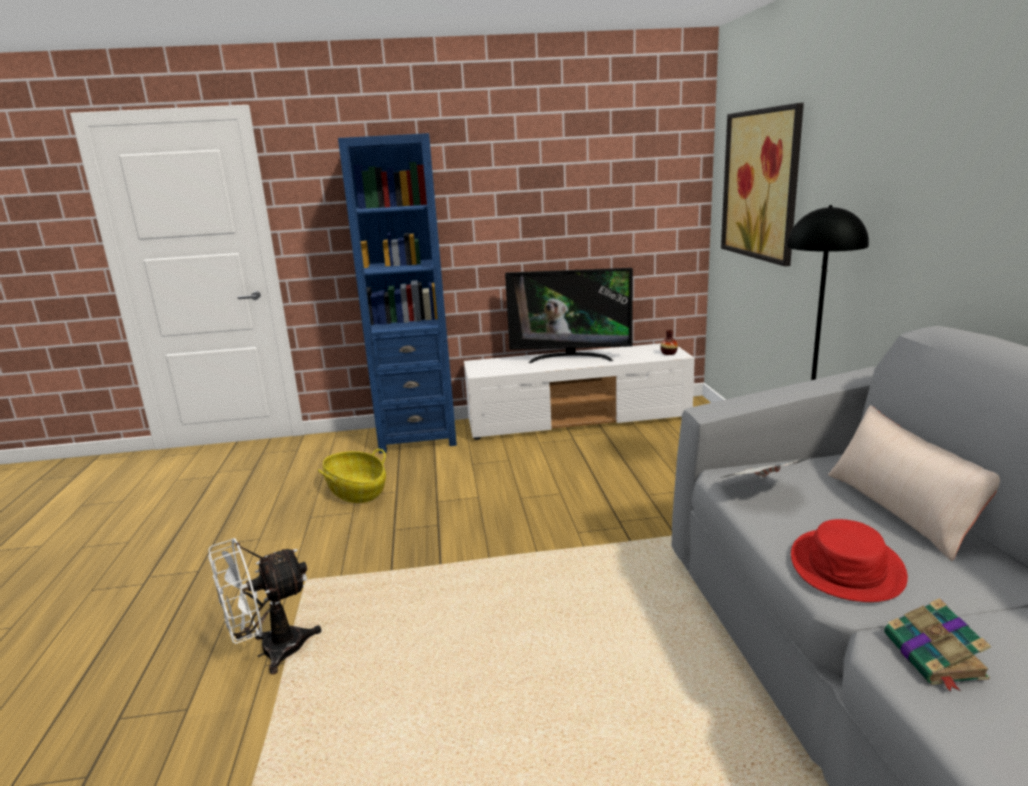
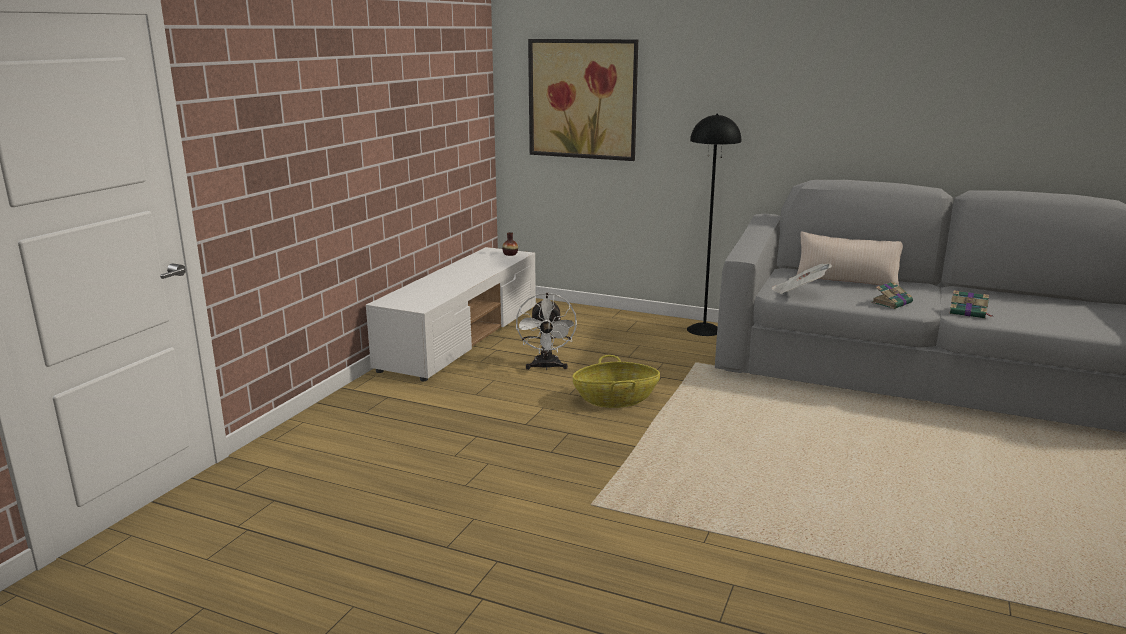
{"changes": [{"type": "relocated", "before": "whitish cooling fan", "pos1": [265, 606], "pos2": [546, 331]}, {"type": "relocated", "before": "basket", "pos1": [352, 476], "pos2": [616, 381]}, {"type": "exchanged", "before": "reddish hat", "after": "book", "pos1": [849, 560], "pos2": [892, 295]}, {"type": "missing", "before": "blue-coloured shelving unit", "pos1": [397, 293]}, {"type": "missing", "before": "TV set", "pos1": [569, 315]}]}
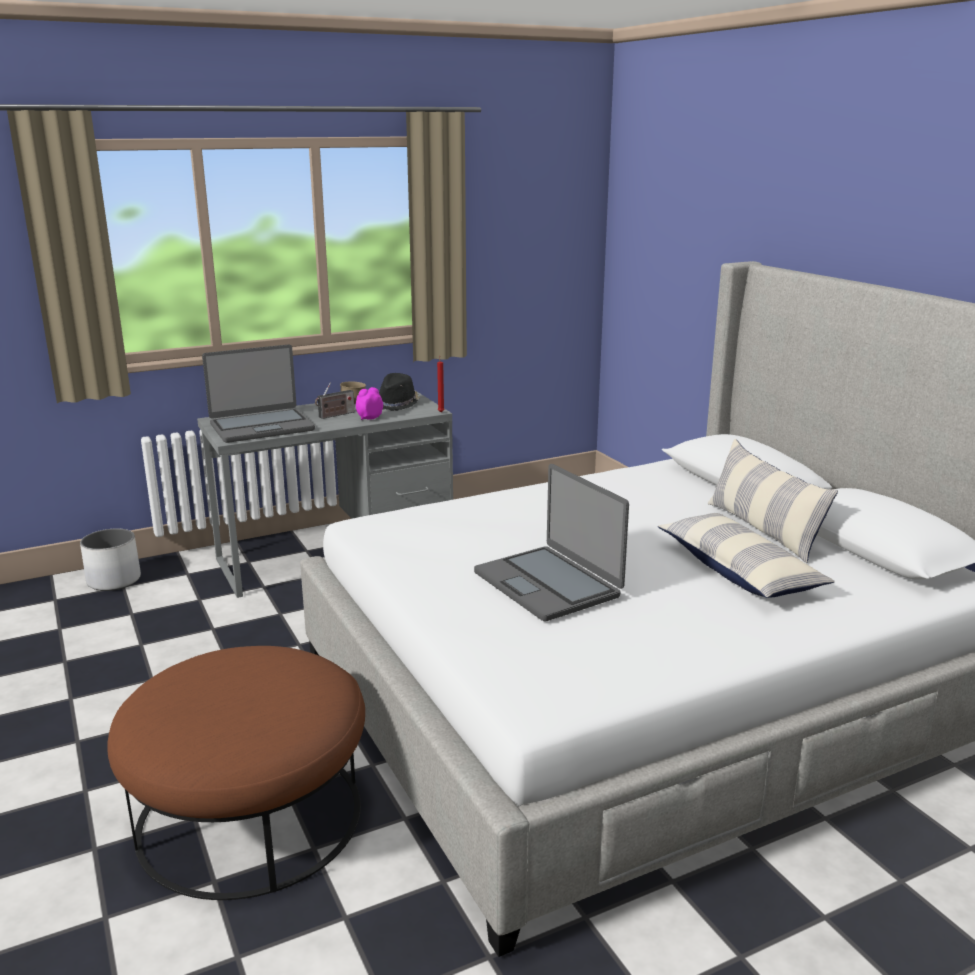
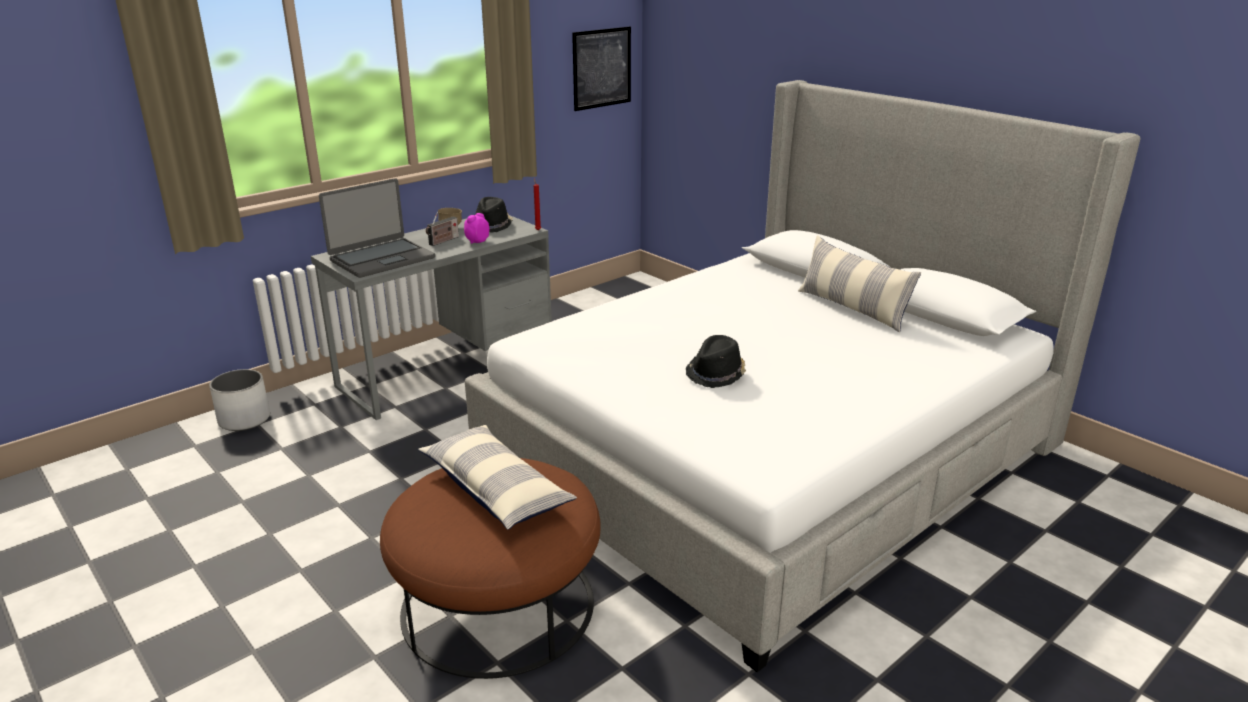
{"changes": [{"type": "relocated", "before": "pillow", "pos1": [746, 555], "pos2": [497, 477]}, {"type": "appeared", "after": "wall art", "pos2": [601, 69]}, {"type": "exchanged", "before": "laptop", "after": "black-coloured hat", "pos1": [551, 543], "pos2": [716, 361]}]}
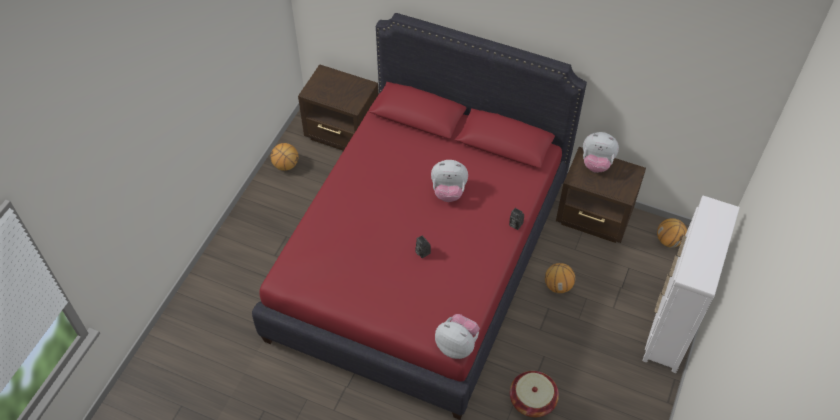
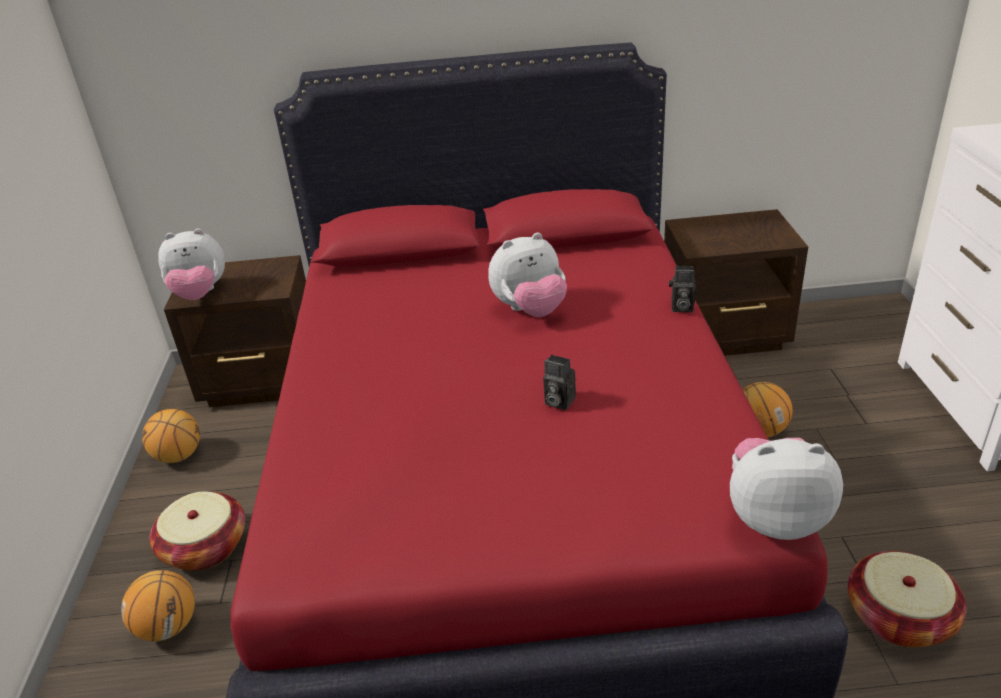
{"changes": [{"type": "relocated", "before": "basketball", "pos1": [672, 233], "pos2": [158, 606]}, {"type": "appeared", "after": "basket", "pos2": [197, 531]}, {"type": "relocated", "before": "cuddly toy", "pos1": [601, 152], "pos2": [191, 264]}]}
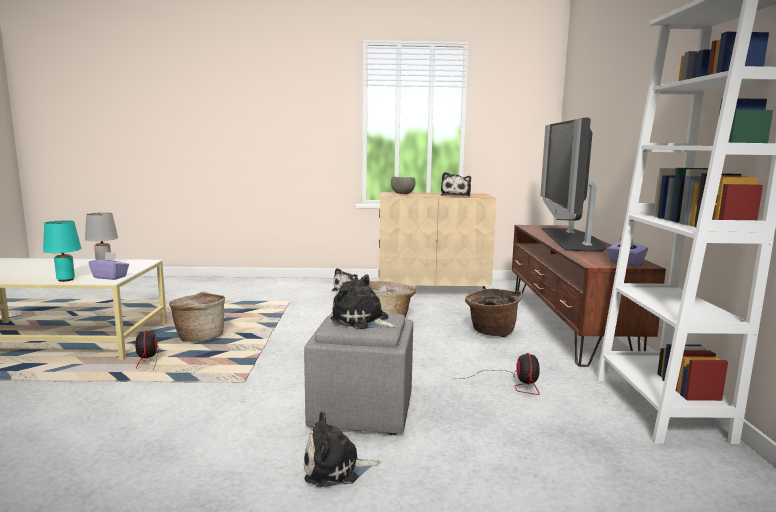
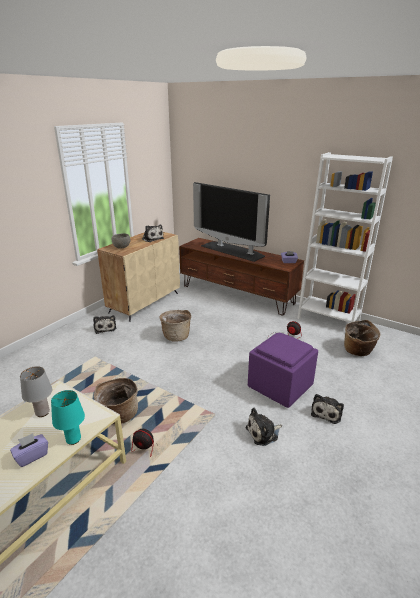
{"changes": [{"type": "relocated", "before": "purplish tissue box", "pos1": [109, 266], "pos2": [29, 450]}, {"type": "relocated", "before": "cuddly toy", "pos1": [364, 301], "pos2": [263, 427]}, {"type": "colour", "before": "greyish footrest", "after": "purplish footrest", "pos1": [358, 373], "pos2": [283, 370]}, {"type": "relocated", "before": "basket", "pos1": [493, 313], "pos2": [362, 338]}]}
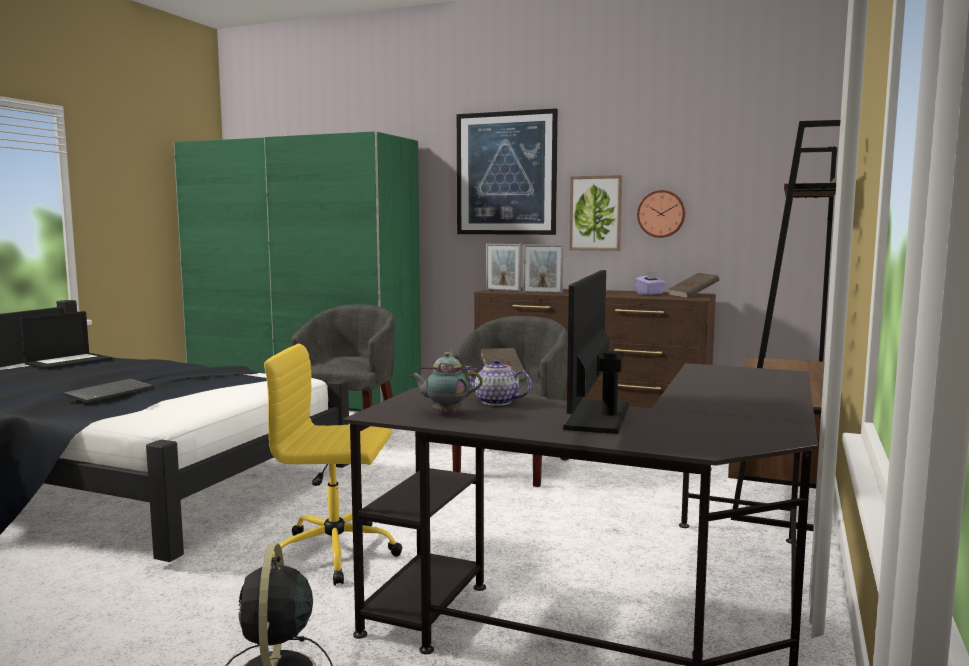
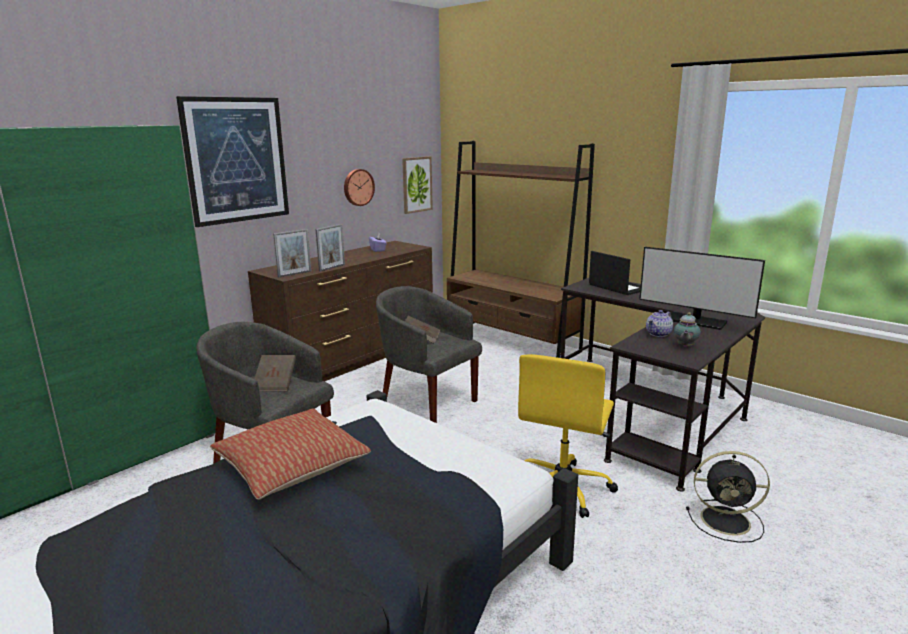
{"changes": [{"type": "appeared", "after": "pillow", "pos2": [290, 454]}, {"type": "relocated", "before": "brown book", "pos1": [693, 285], "pos2": [275, 373]}, {"type": "relocated", "before": "wall art", "pos1": [595, 213], "pos2": [417, 185]}, {"type": "relocated", "before": "laptop", "pos1": [66, 340], "pos2": [615, 273]}, {"type": "missing", "before": "computer keyboard", "pos1": [108, 391]}]}
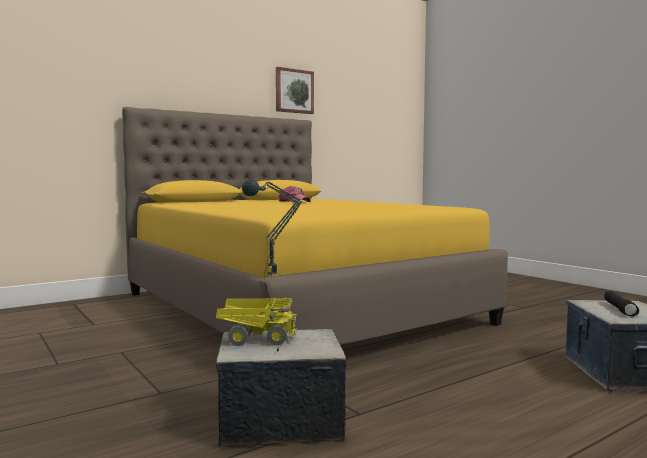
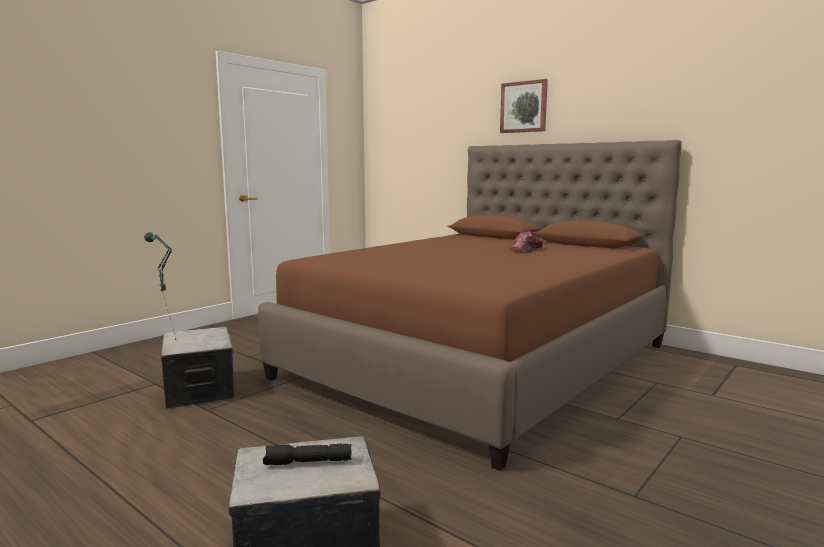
{"changes": [{"type": "colour", "before": "yellow-coloured bedroom bed", "after": "brown bedroom bed", "pos1": [315, 226], "pos2": [470, 305]}, {"type": "relocated", "before": "wall art", "pos1": [295, 90], "pos2": [524, 106]}, {"type": "missing", "before": "toy truck", "pos1": [256, 322]}]}
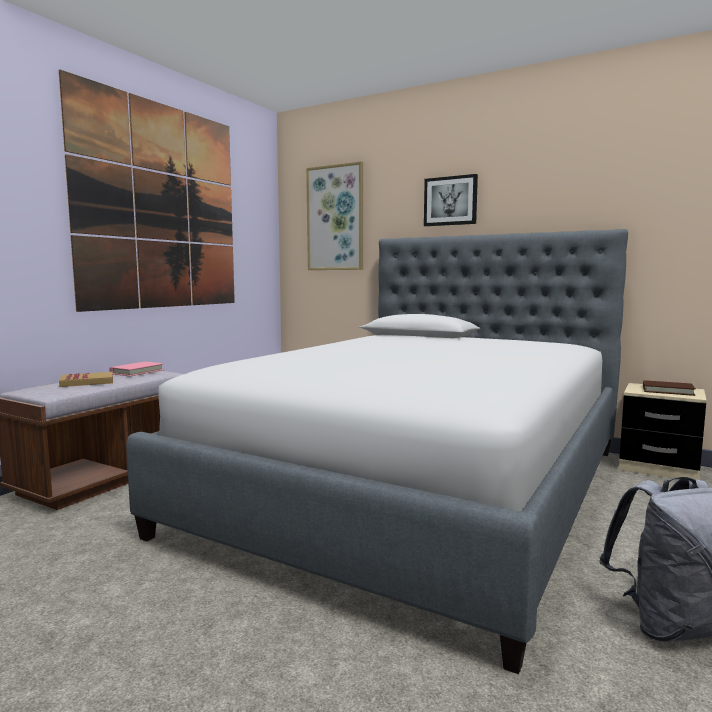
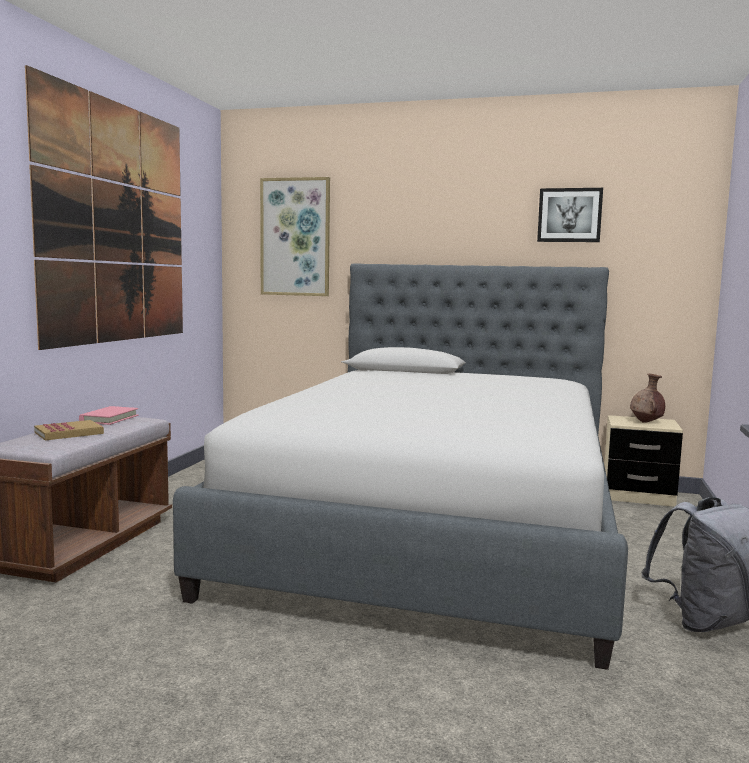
{"changes": [{"type": "relocated", "before": "wall art", "pos1": [451, 200], "pos2": [570, 215]}, {"type": "exchanged", "before": "brown book", "after": "brown decorative vase", "pos1": [669, 388], "pos2": [647, 398]}]}
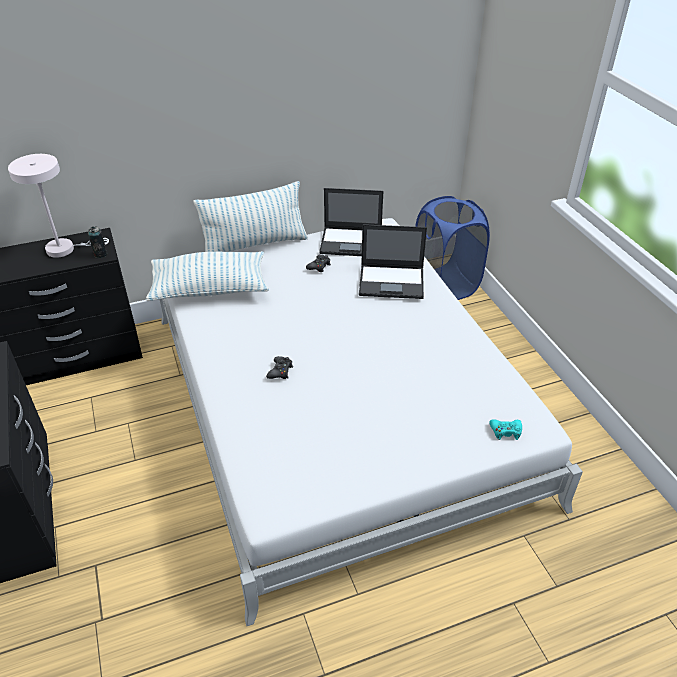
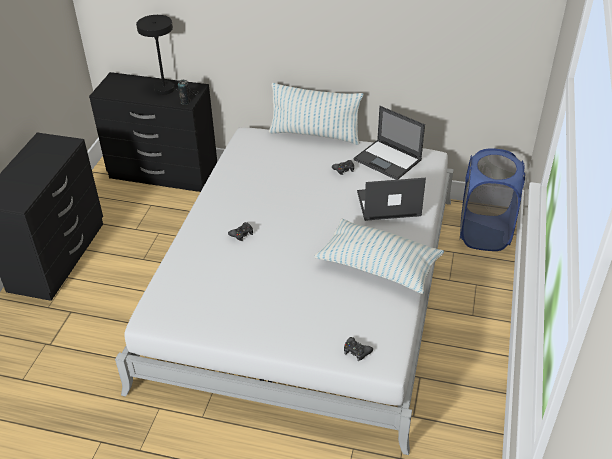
{"changes": [{"type": "colour", "before": "whitish table lamp", "after": "black-coloured table lamp", "pos1": [58, 206], "pos2": [167, 55]}, {"type": "relocated", "before": "pillow", "pos1": [207, 276], "pos2": [379, 256]}, {"type": "colour", "before": "blue-green game controller", "after": "black-coloured game controller", "pos1": [505, 429], "pos2": [358, 349]}, {"type": "spun", "before": "laptop", "pos1": [393, 261], "pos2": [391, 199], "turn": 135}]}
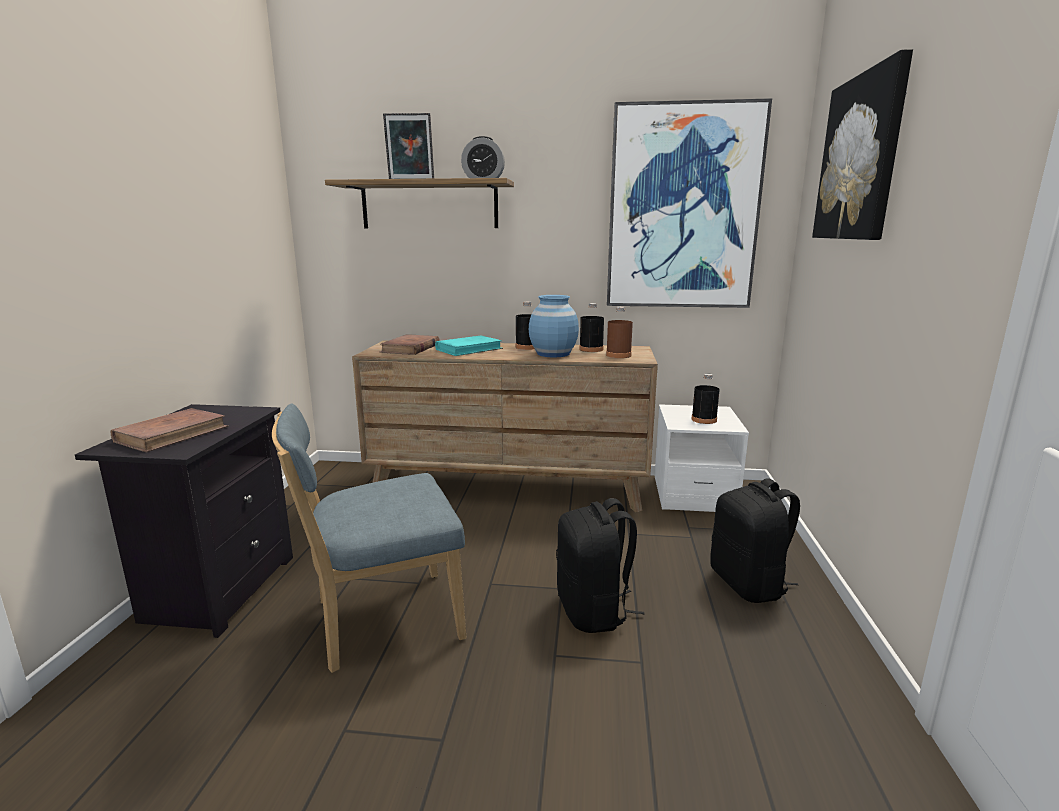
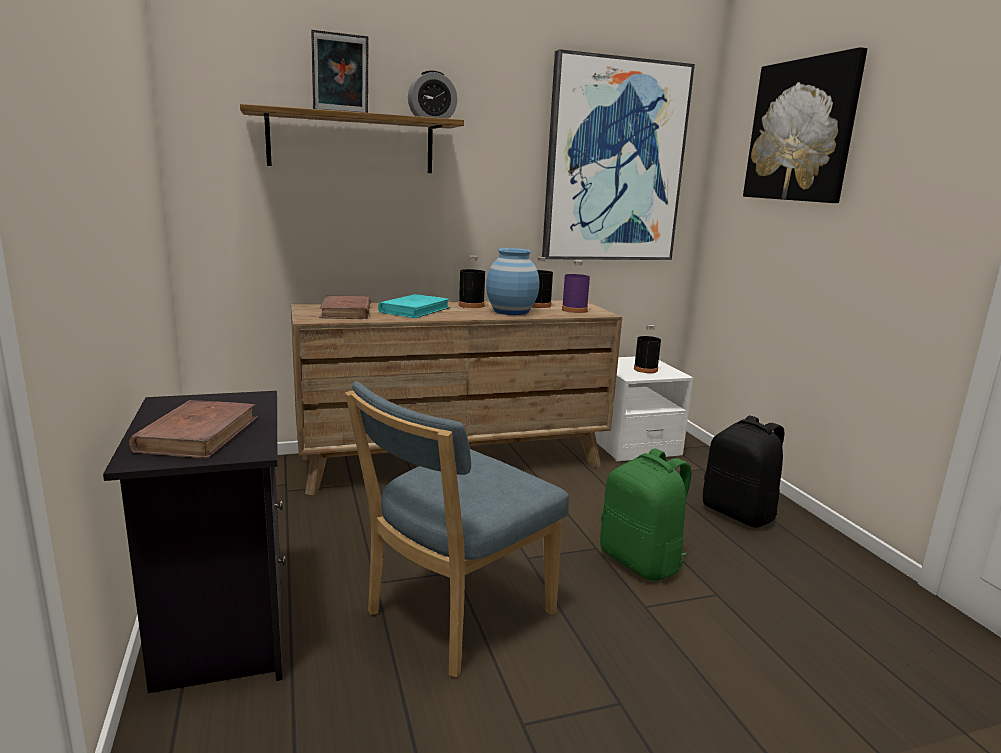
{"changes": [{"type": "colour", "before": "brown bottle", "after": "purplish bottle", "pos1": [619, 332], "pos2": [576, 286]}, {"type": "colour", "before": "black-coloured backpack", "after": "green backpack", "pos1": [600, 565], "pos2": [645, 514]}]}
